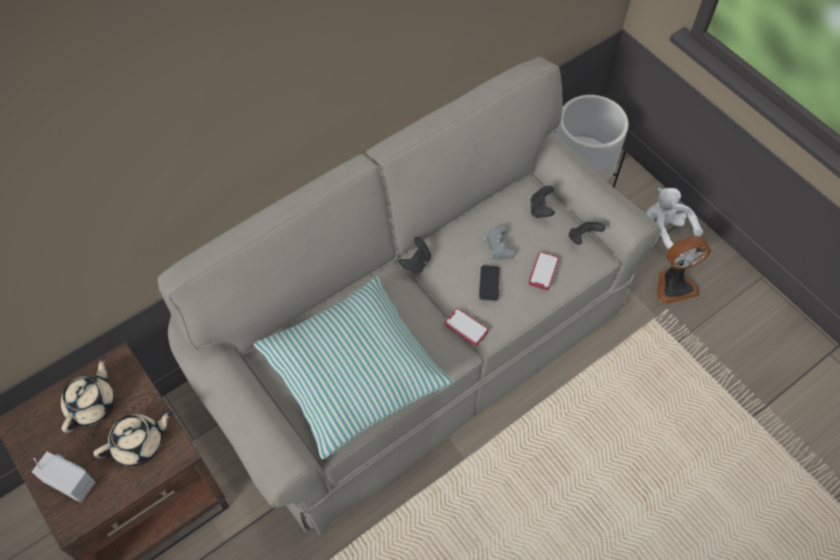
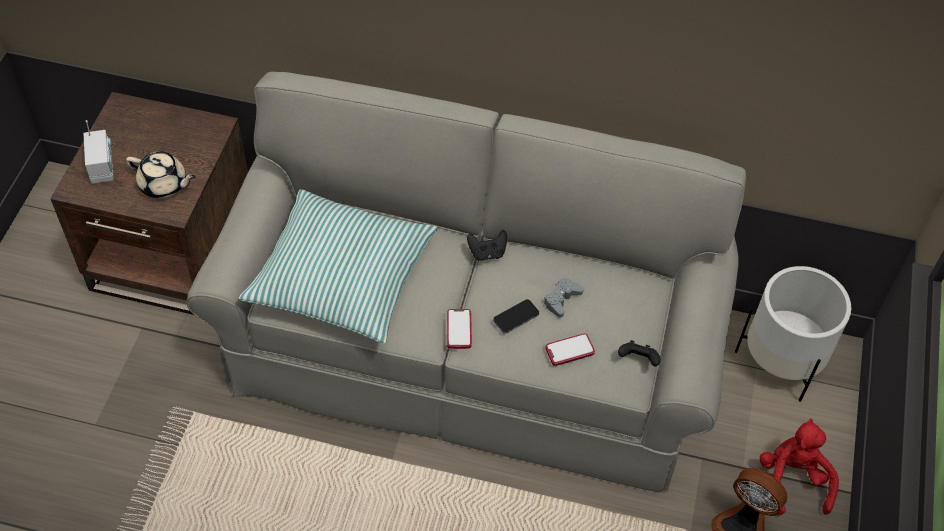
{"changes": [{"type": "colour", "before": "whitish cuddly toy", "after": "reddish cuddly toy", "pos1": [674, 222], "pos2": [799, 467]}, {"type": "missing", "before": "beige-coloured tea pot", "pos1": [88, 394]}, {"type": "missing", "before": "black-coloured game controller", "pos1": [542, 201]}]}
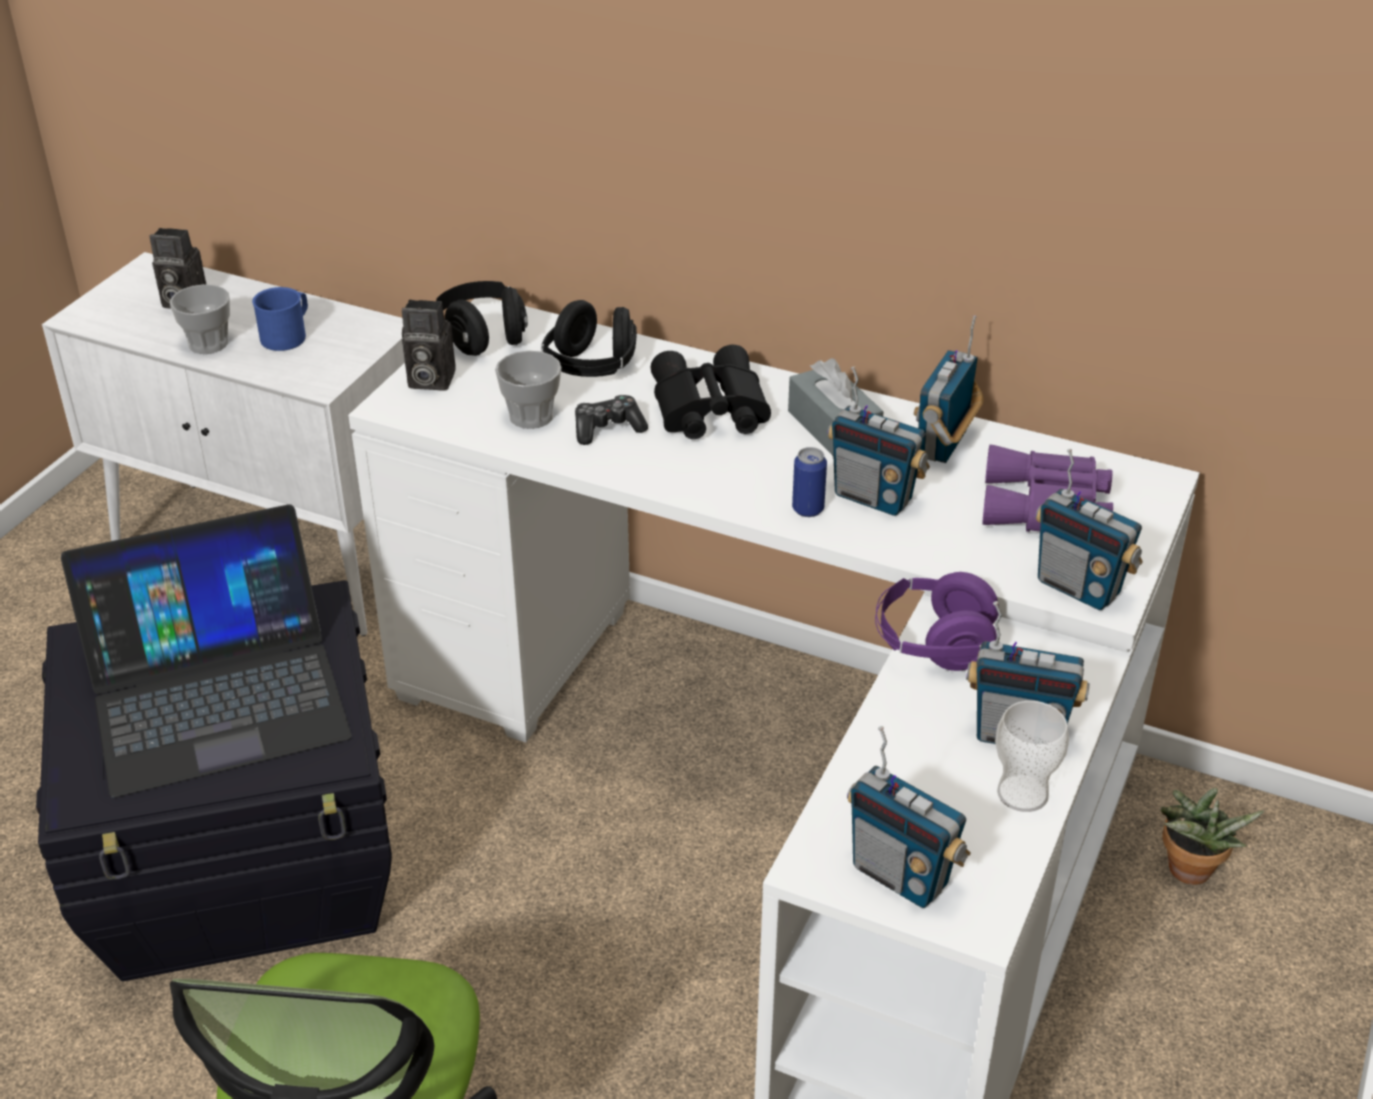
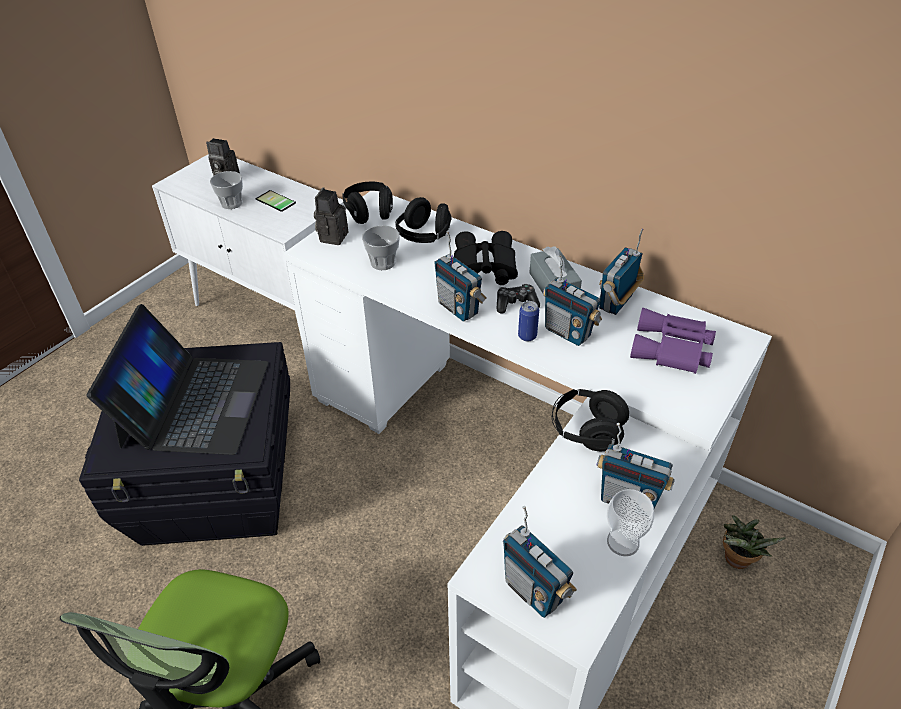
{"changes": [{"type": "spun", "before": "laptop", "pos1": [206, 651], "pos2": [177, 379], "turn": -75}, {"type": "exchanged", "before": "blue-coloured mug", "after": "telephone", "pos1": [280, 319], "pos2": [276, 201]}, {"type": "spun", "before": "photo camera", "pos1": [429, 345], "pos2": [331, 216], "turn": 90}, {"type": "relocated", "before": "radio", "pos1": [1089, 529], "pos2": [460, 277]}, {"type": "relocated", "before": "game controller", "pos1": [611, 420], "pos2": [518, 298]}, {"type": "colour", "before": "purplish pair of headphones", "after": "black-coloured pair of headphones", "pos1": [937, 621], "pos2": [590, 420]}]}
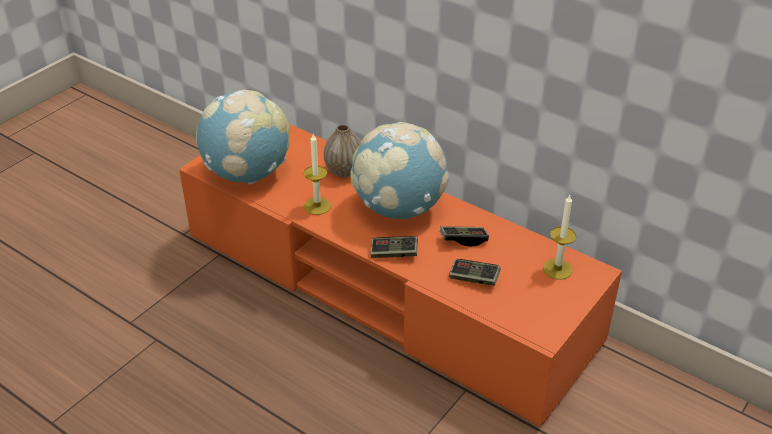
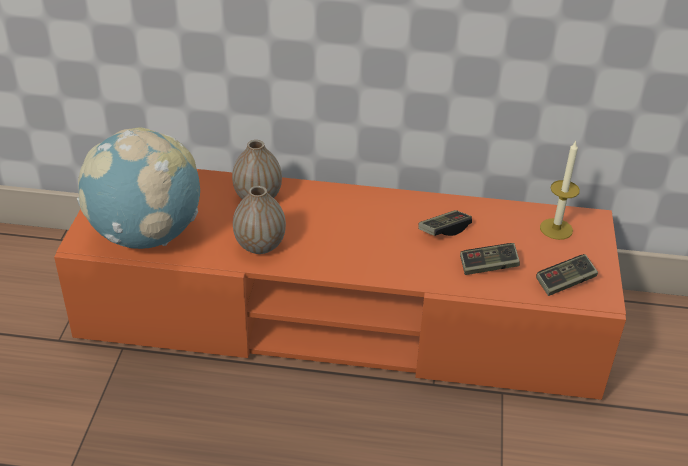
{"changes": [{"type": "exchanged", "before": "wax candle", "after": "decorative vase", "pos1": [317, 174], "pos2": [259, 220]}, {"type": "relocated", "before": "game controller", "pos1": [394, 247], "pos2": [567, 275]}, {"type": "missing", "before": "globe", "pos1": [399, 170]}]}
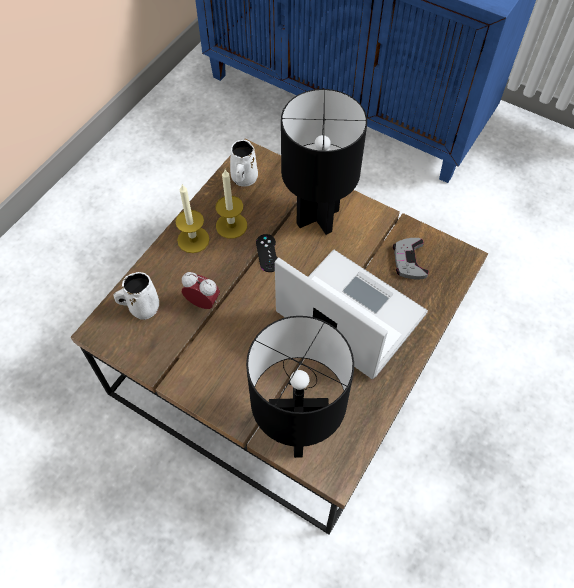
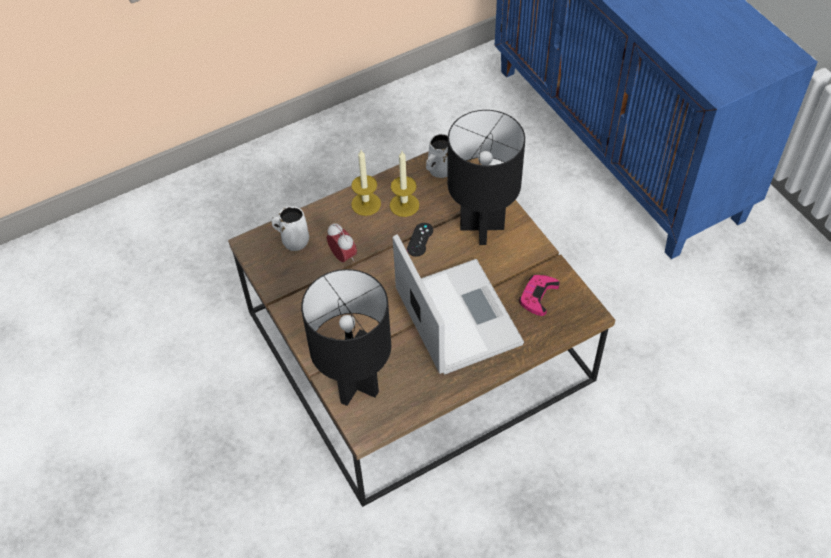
{"changes": [{"type": "colour", "before": "greyish game controller", "after": "pink-coloured game controller", "pos1": [411, 258], "pos2": [539, 295]}]}
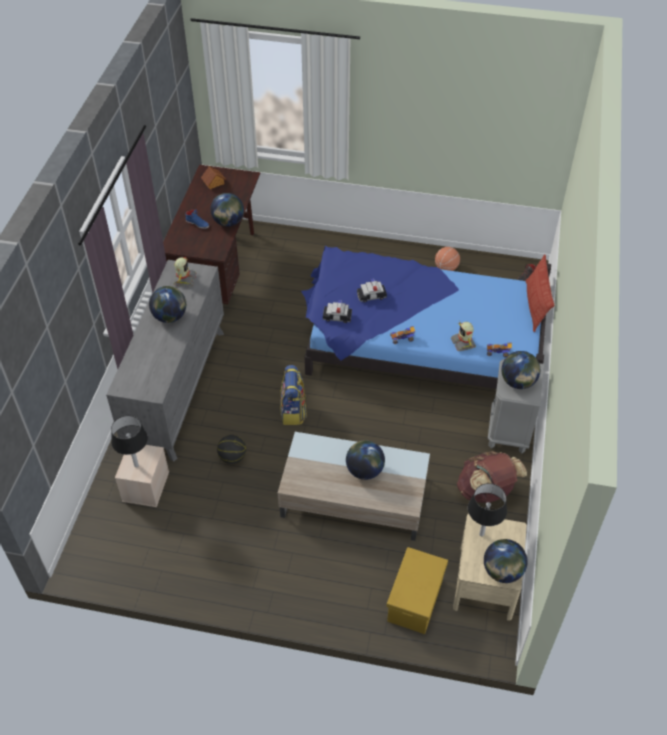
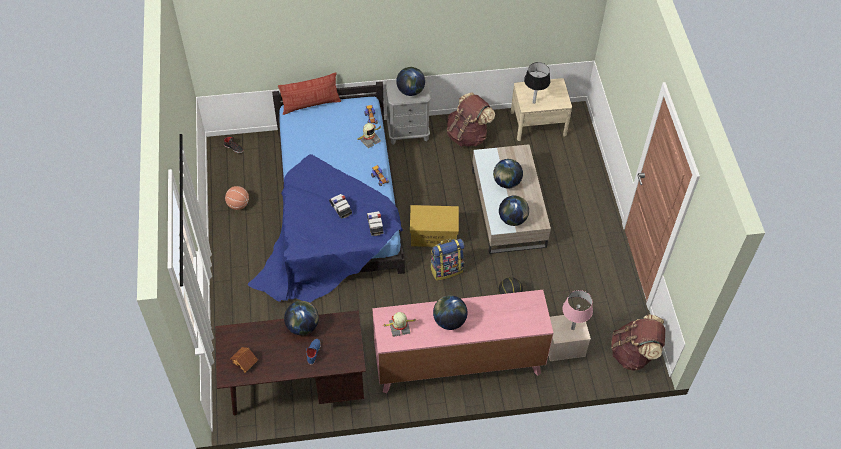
{"changes": [{"type": "colour", "before": "greyish chest of drawers", "after": "pink-coloured chest of drawers", "pos1": [165, 361], "pos2": [463, 342]}, {"type": "relocated", "before": "yellow-coloured storage bin", "pos1": [417, 590], "pos2": [434, 226]}, {"type": "relocated", "before": "globe", "pos1": [506, 561], "pos2": [514, 210]}, {"type": "colour", "before": "black-coloured table lamp", "after": "pink-coloured table lamp", "pos1": [129, 441], "pos2": [577, 310]}, {"type": "appeared", "after": "brown backpack", "pos2": [638, 342]}]}
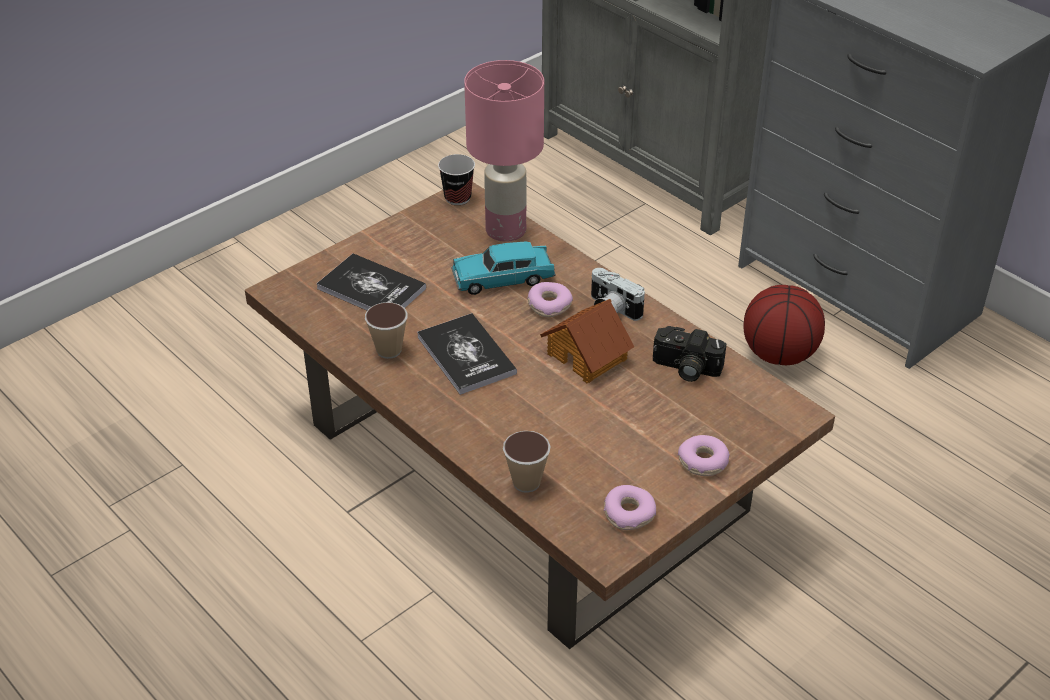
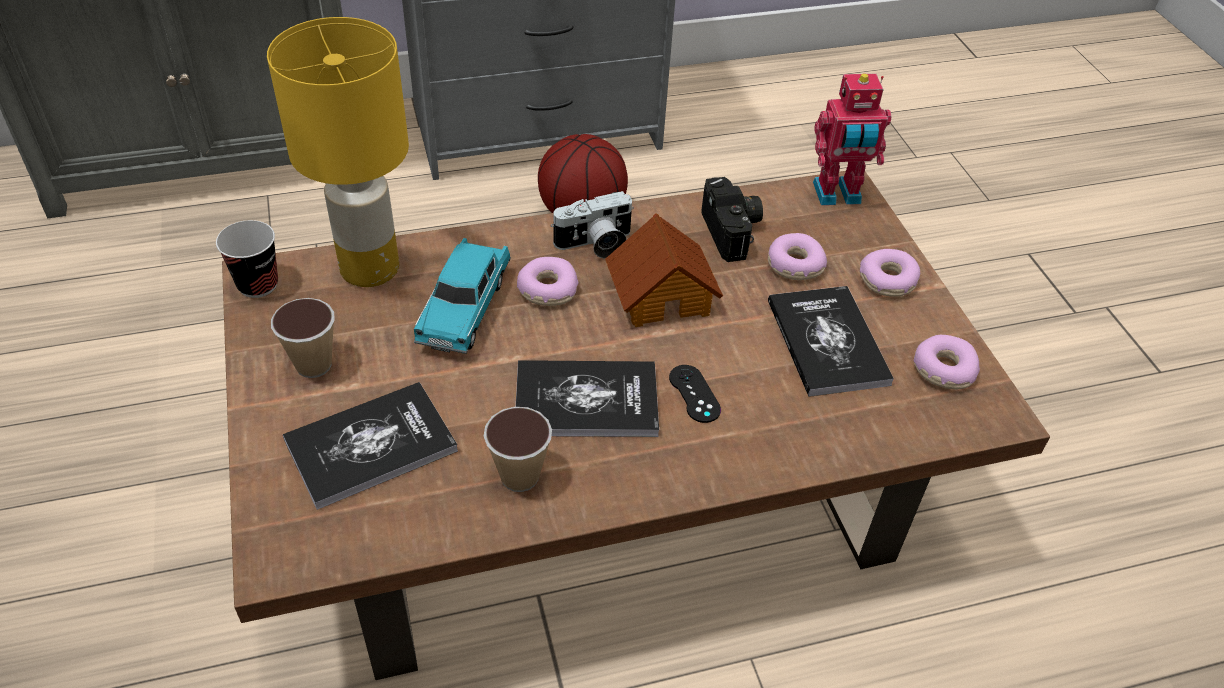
{"changes": [{"type": "colour", "before": "pink-coloured table lamp", "after": "yellow-coloured table lamp", "pos1": [504, 151], "pos2": [338, 152]}, {"type": "relocated", "before": "cup", "pos1": [526, 462], "pos2": [303, 338]}, {"type": "appeared", "after": "black-coloured game controller", "pos2": [695, 394]}, {"type": "spun", "before": "photo camera", "pos1": [689, 354], "pos2": [732, 219], "turn": -60}, {"type": "appeared", "after": "doughnut", "pos2": [797, 256]}, {"type": "appeared", "after": "book", "pos2": [831, 341]}, {"type": "appeared", "after": "robot figure", "pos2": [852, 139]}]}
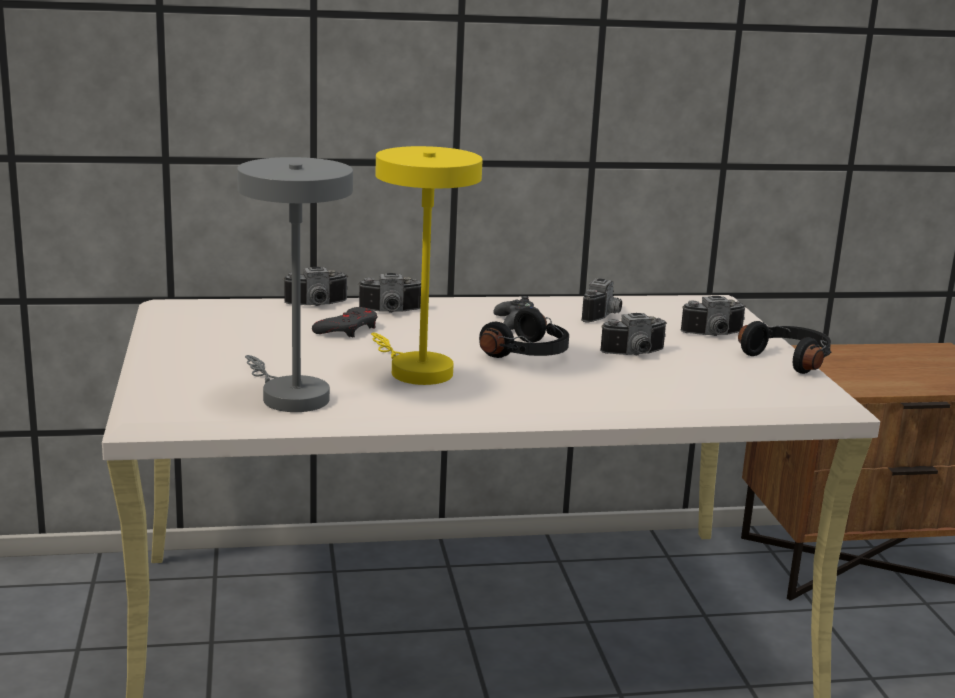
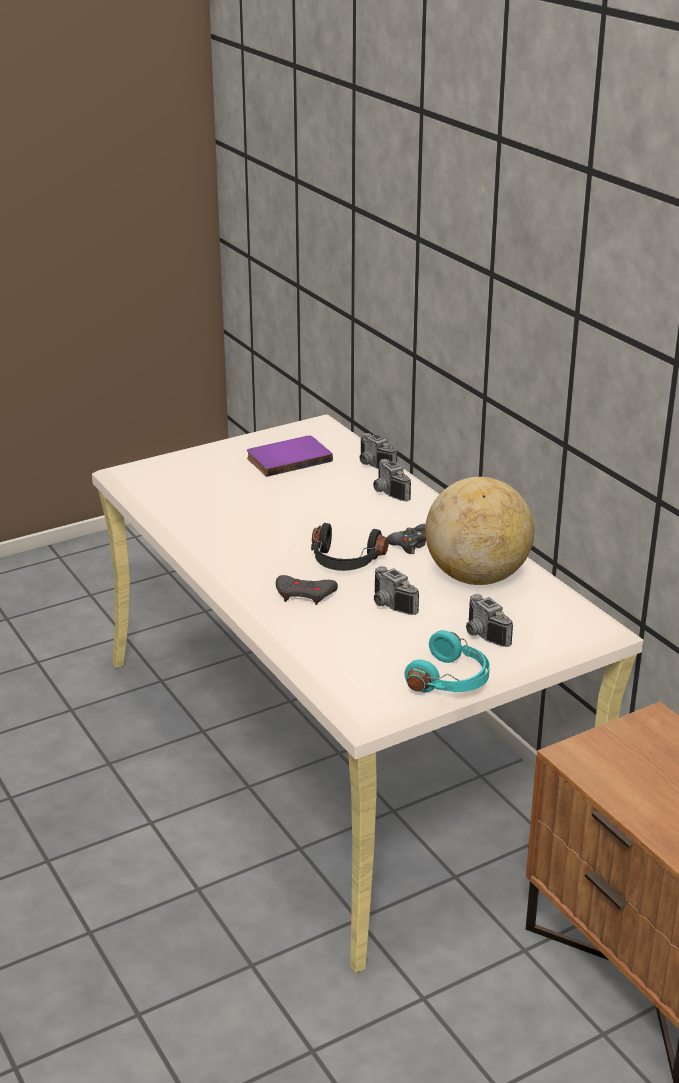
{"changes": [{"type": "appeared", "after": "purplish book", "pos2": [290, 456]}, {"type": "relocated", "before": "greyish game controller", "pos1": [345, 322], "pos2": [307, 590]}, {"type": "colour", "before": "black-coloured pair of headphones", "after": "blue-green pair of headphones", "pos1": [785, 347], "pos2": [447, 661]}, {"type": "exchanged", "before": "photo camera", "after": "globe", "pos1": [601, 300], "pos2": [479, 531]}, {"type": "missing", "before": "greyish table lamp", "pos1": [295, 284]}, {"type": "missing", "before": "yellow-coloured table lamp", "pos1": [427, 265]}]}
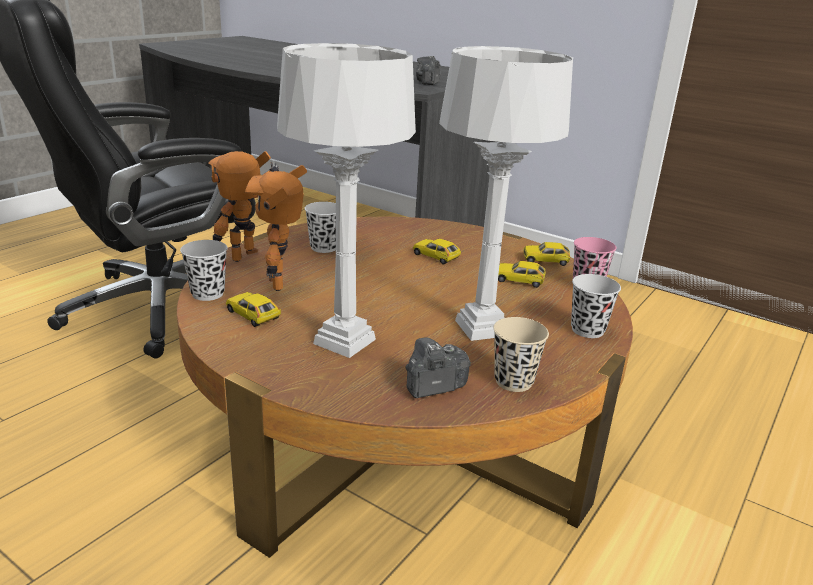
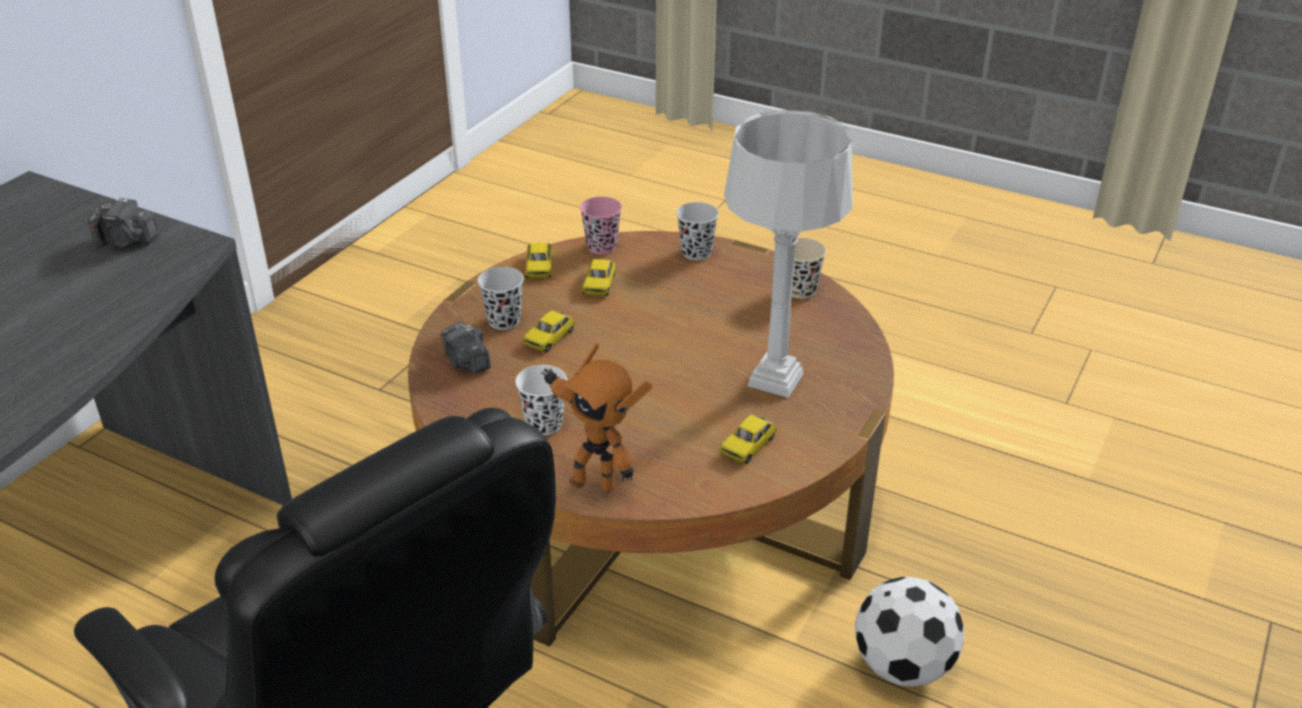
{"changes": [{"type": "relocated", "before": "photo camera", "pos1": [438, 367], "pos2": [465, 348]}, {"type": "relocated", "before": "black-coloured cup", "pos1": [204, 270], "pos2": [501, 298]}, {"type": "appeared", "after": "ball for football", "pos2": [909, 631]}, {"type": "missing", "before": "robot figure", "pos1": [276, 228]}, {"type": "missing", "before": "greyish table lamp", "pos1": [506, 193]}]}
